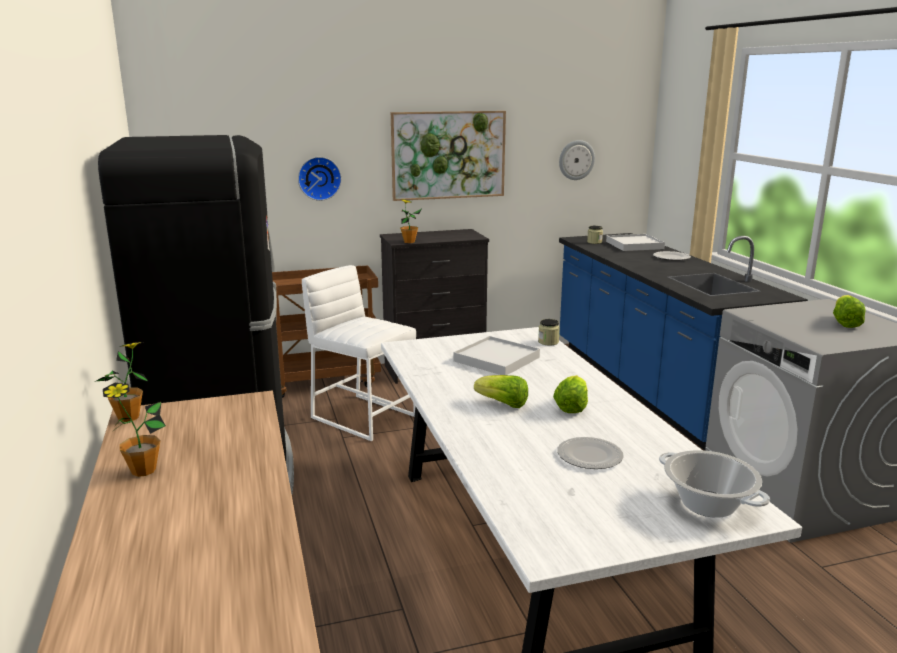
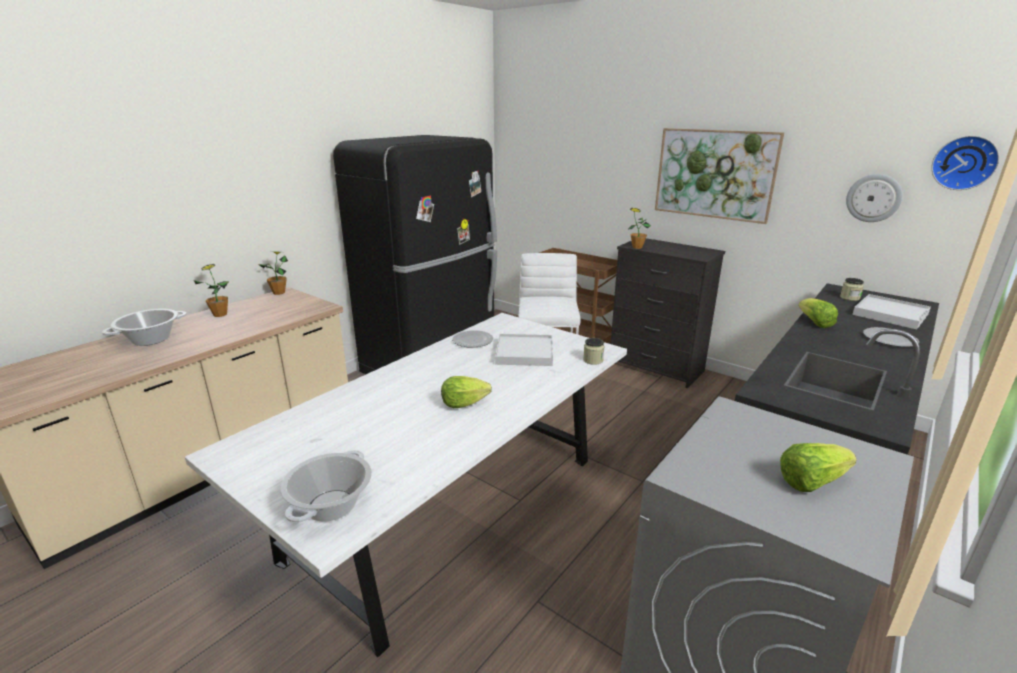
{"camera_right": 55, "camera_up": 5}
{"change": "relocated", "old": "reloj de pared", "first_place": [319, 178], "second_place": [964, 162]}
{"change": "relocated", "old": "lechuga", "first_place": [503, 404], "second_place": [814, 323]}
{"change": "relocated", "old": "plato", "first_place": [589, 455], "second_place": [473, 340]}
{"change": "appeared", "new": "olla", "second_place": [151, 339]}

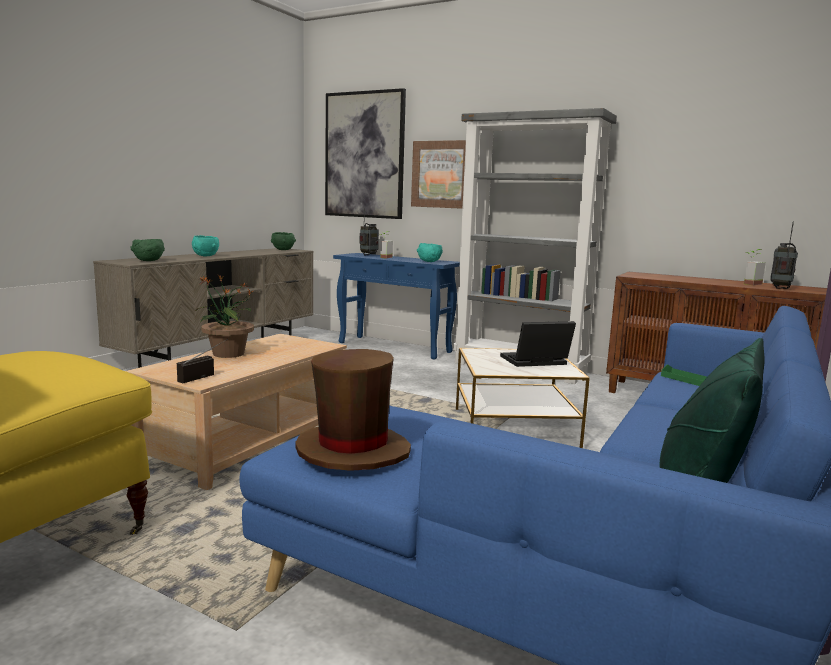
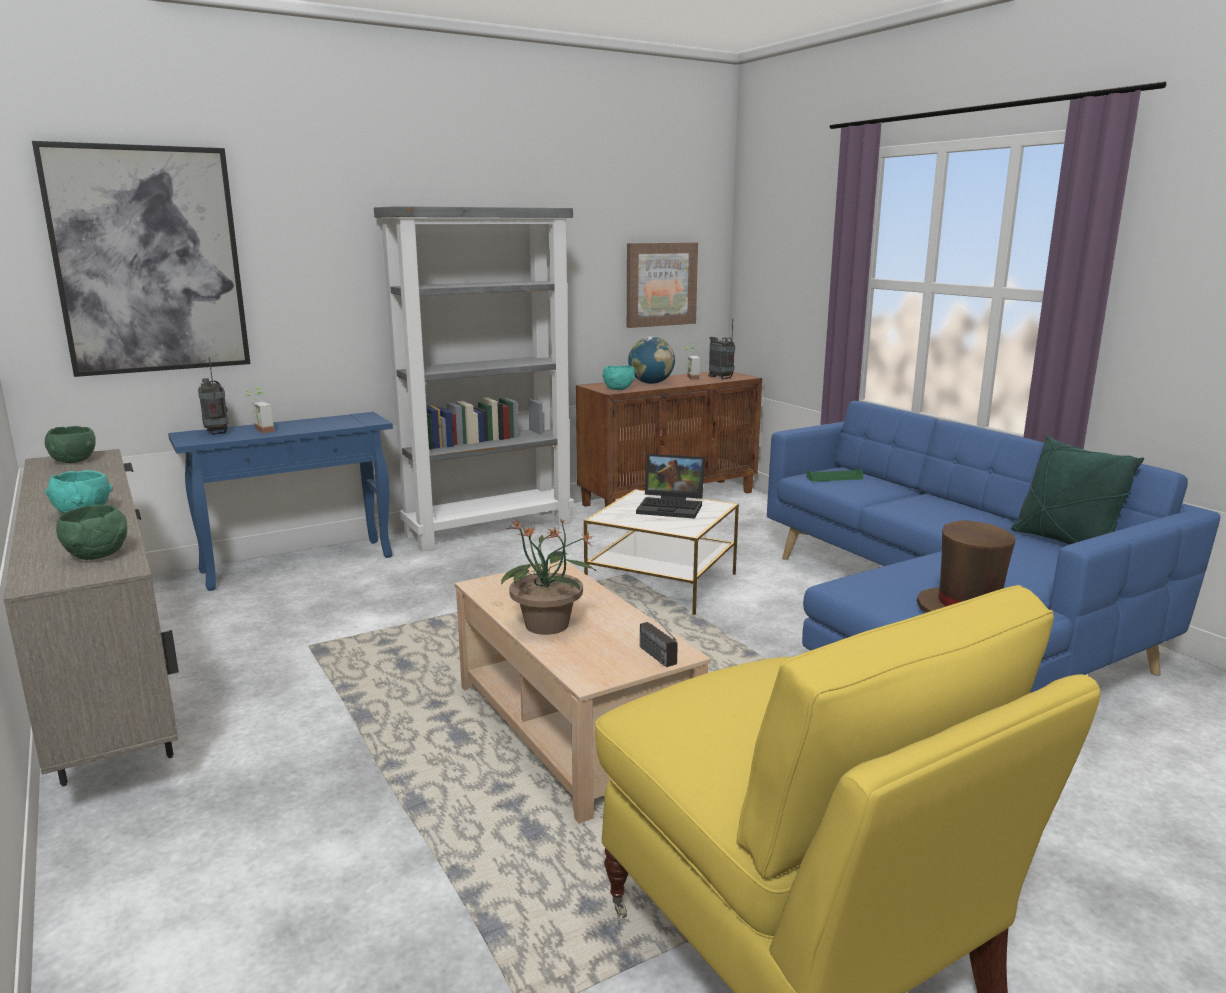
{"camera_right": -60, "camera_up": 5}
{"change": "relocated", "old": "cuadro", "first_place": [442, 174], "second_place": [660, 284]}
{"change": "relocated", "old": "cuenco [turquesa]", "first_place": [429, 262], "second_place": [619, 389]}
{"change": "spun", "old": "portátil", "first_place": [534, 362], "second_place": [672, 507], "degrees": -90}
{"change": "appeared", "new": "globo terráqueo", "second_place": [651, 383]}

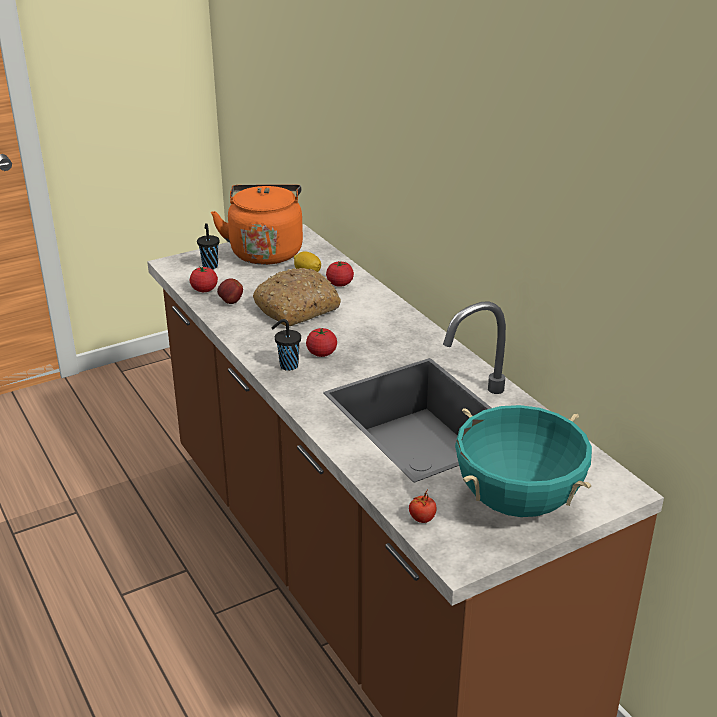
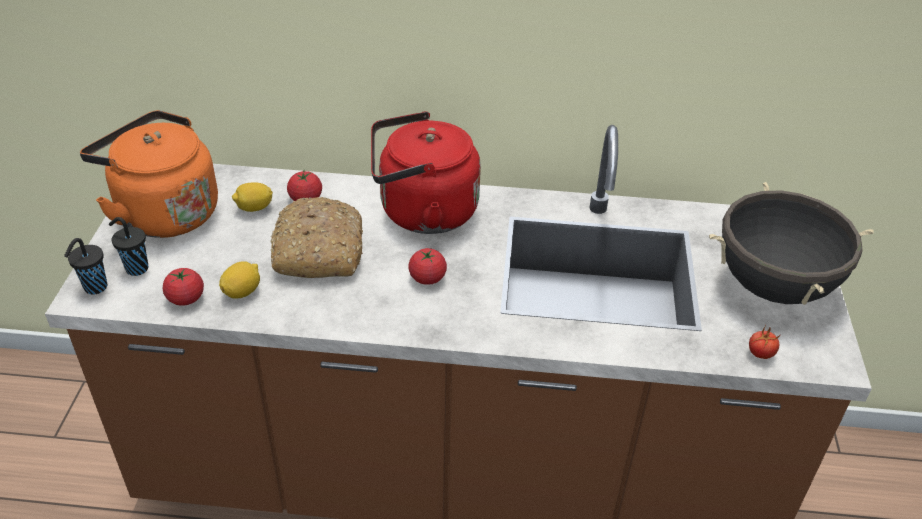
{"camera_right": -55, "camera_up": 10}
{"change": "exchanged", "old": "manzana", "new": "limón", "first_place": [230, 302], "second_place": [242, 291]}
{"change": "relocated", "old": "taza [negro]", "first_place": [287, 366], "second_place": [94, 288]}
{"change": "colour", "old": "olla [turquesa]", "new": "olla [negro]", "first_place": [517, 502], "second_place": [773, 286]}
{"change": "appeared", "new": "hervidor [rojo]", "second_place": [422, 212]}

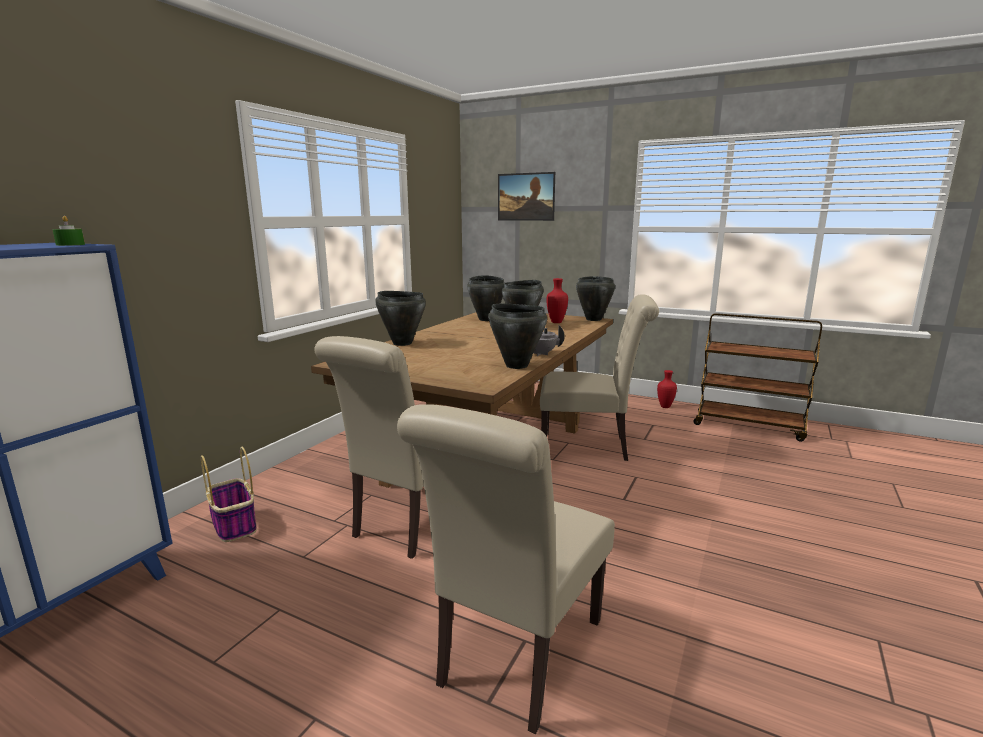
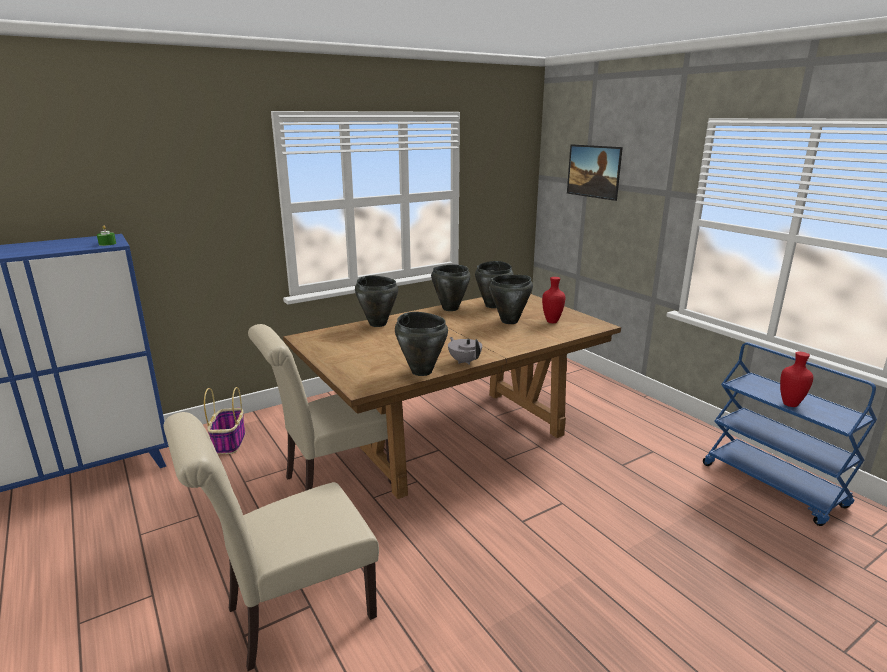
{"camera_right": 30, "camera_up": 5}
{"change": "missing", "old": "silla [beis]", "first_place": [590, 447]}
{"change": "relocated", "old": "olla [negro]", "first_place": [593, 319], "second_place": [450, 308]}
{"change": "relocated", "old": "florero [rojo]", "first_place": [665, 406], "second_place": [790, 404]}
{"change": "colour", "old": "carrito [marrón]", "new": "carrito [azul]", "first_place": [749, 426], "second_place": [773, 485]}

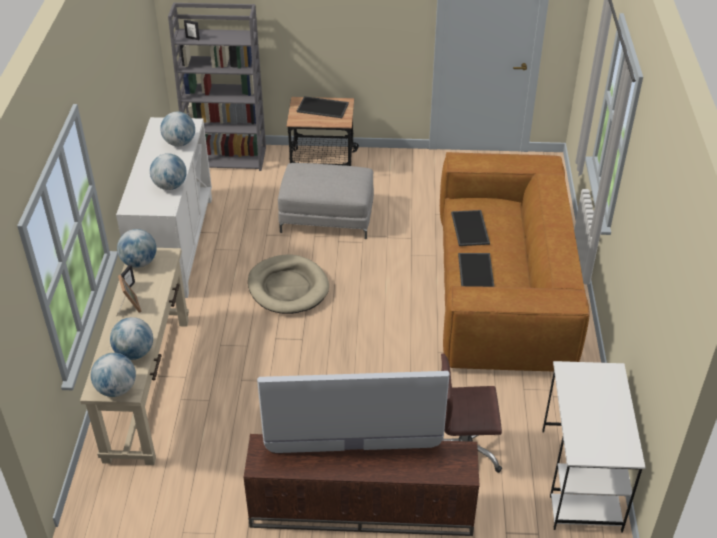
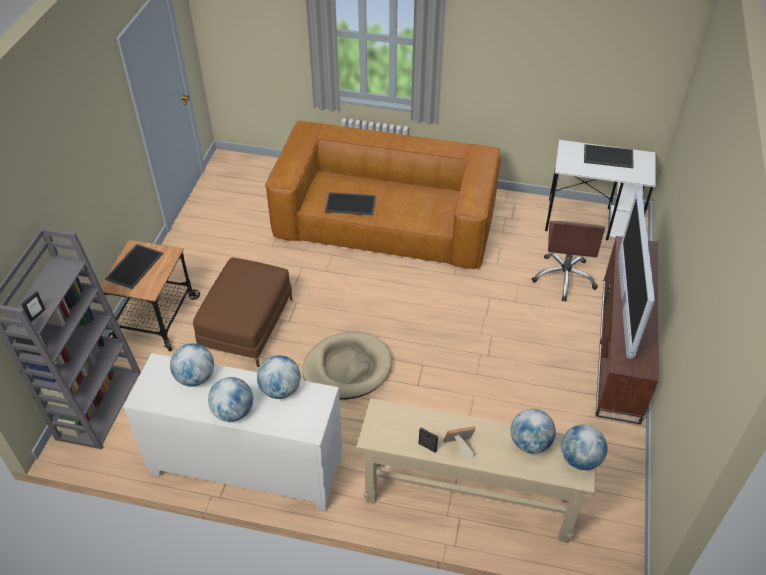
{"camera_right": -80, "camera_up": 5}
{"change": "relocated", "old": "globo terráqueo", "first_place": [139, 262], "second_place": [233, 412]}
{"change": "colour", "old": "puf [gris]", "new": "puf [marrón]", "first_place": [327, 216], "second_place": [246, 325]}
{"change": "relocated", "old": "bandeja", "first_place": [475, 272], "second_place": [607, 157]}

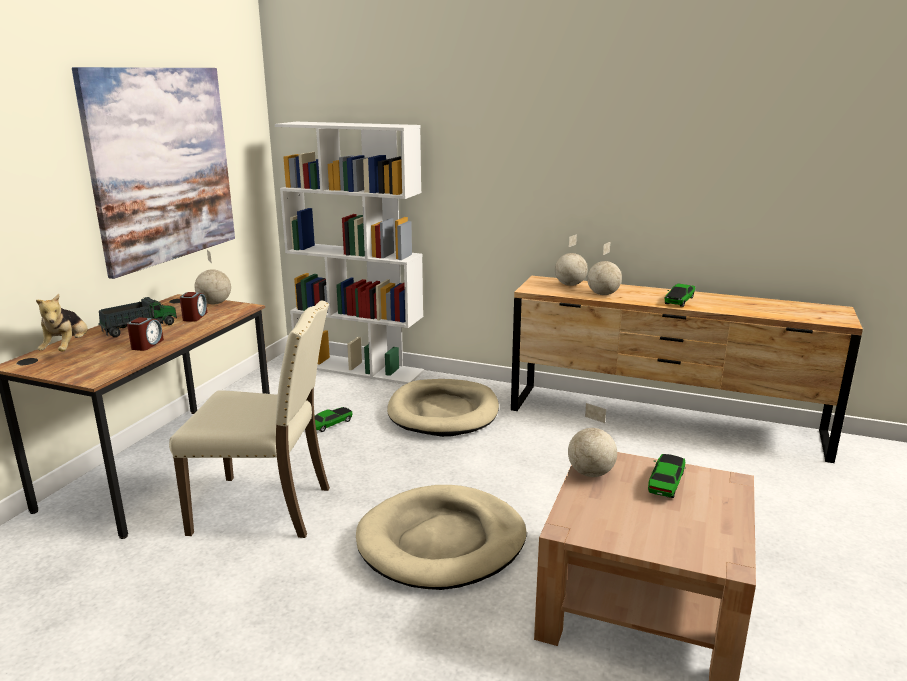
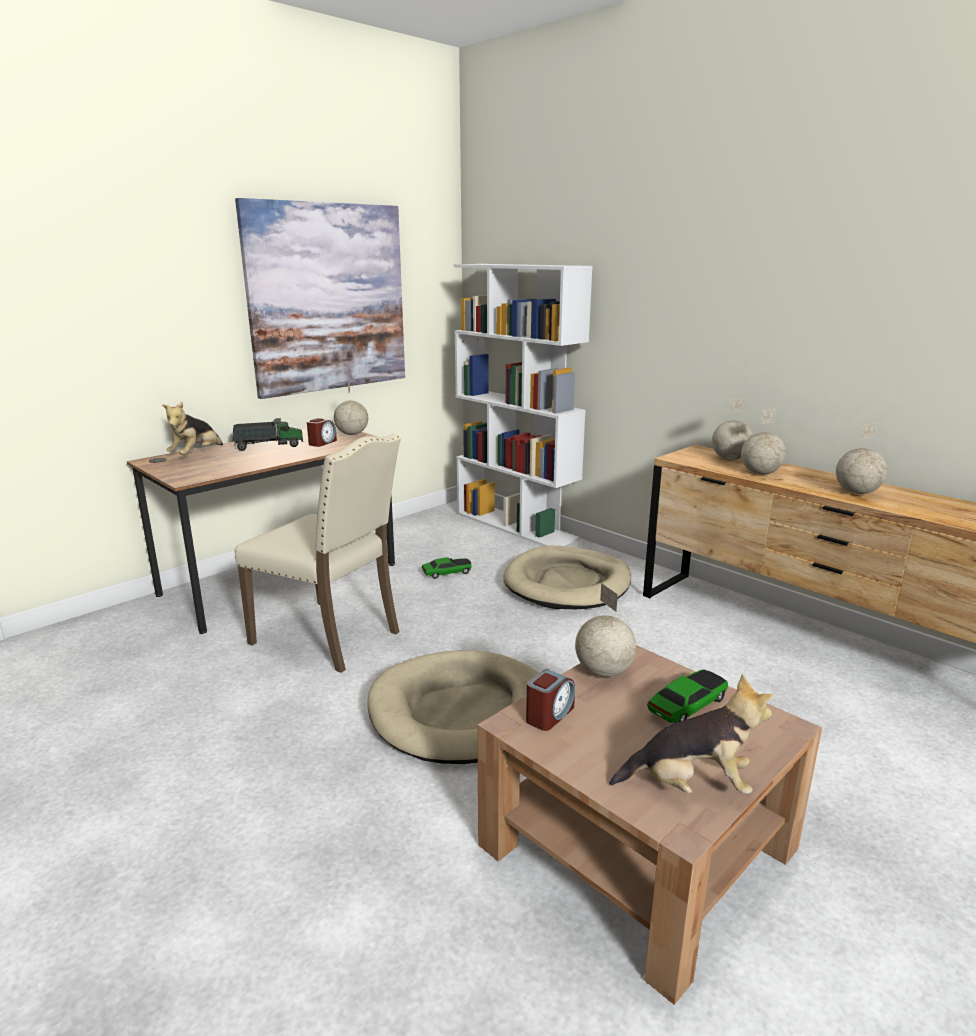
{"camera_right": 25, "camera_up": 0}
{"change": "relocated", "old": "despertador", "first_place": [147, 345], "second_place": [549, 715]}
{"change": "exchanged", "old": "coche de juguete", "new": "globo terráqueo", "first_place": [679, 300], "second_place": [857, 493]}
{"change": "appeared", "new": "peluche", "second_place": [691, 785]}

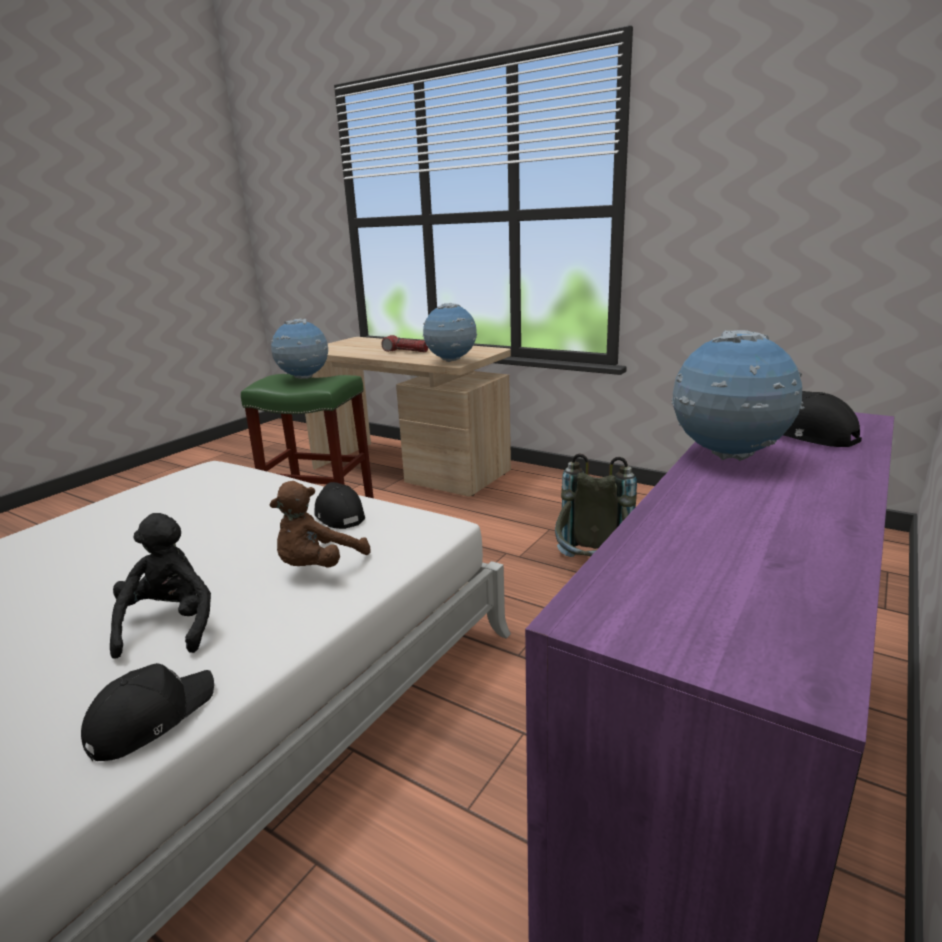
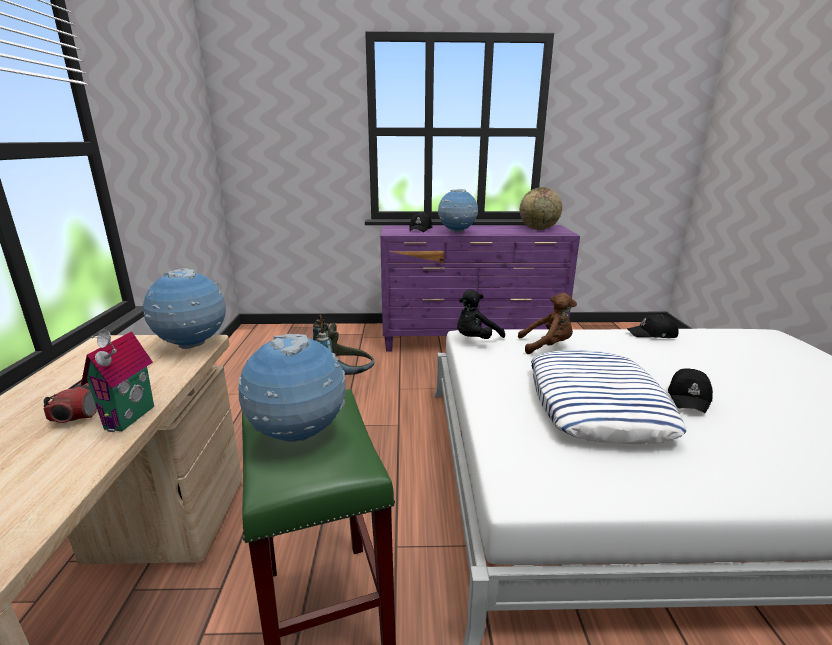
{"camera_right": -125, "camera_up": 0}
{"change": "relocated", "old": "peluche [negro]", "first_place": [170, 625], "second_place": [475, 340]}
{"change": "relocated", "old": "gorra [negro]", "first_place": [338, 515], "second_place": [689, 397]}
{"change": "appeared", "new": "casita", "second_place": [132, 418]}
{"change": "appeared", "new": "globo terráqueo", "second_place": [538, 229]}
{"change": "appeared", "new": "cojín", "second_place": [596, 404]}

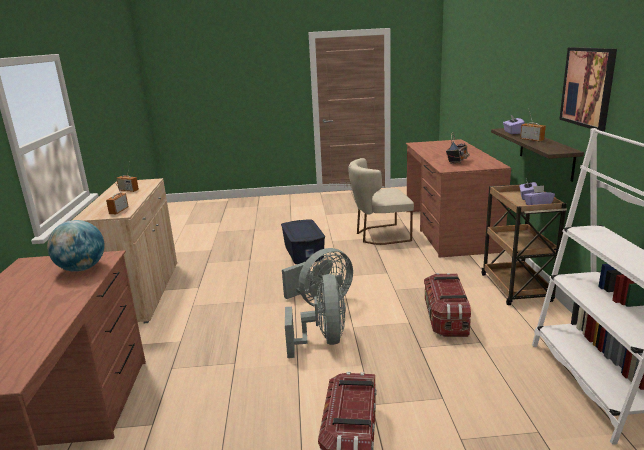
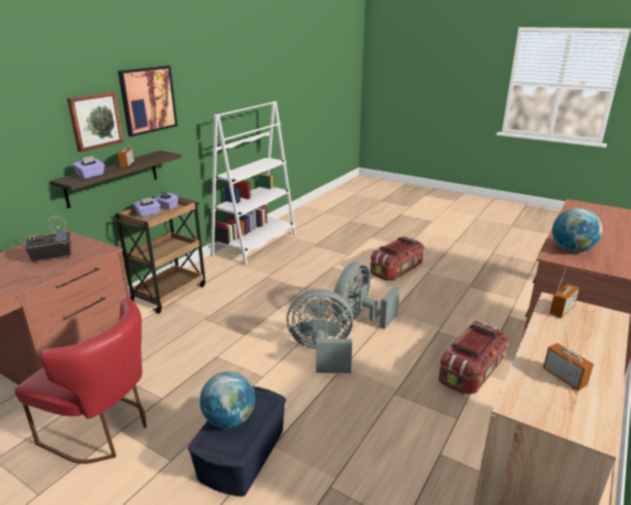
{"camera_right": -145, "camera_up": 5}
{"change": "colour", "old": "silla [beis]", "new": "silla [rojo]", "first_place": [379, 235], "second_place": [104, 430]}
{"change": "relocated", "old": "caja de almacenaje", "first_place": [445, 318], "second_place": [471, 372]}
{"change": "appeared", "new": "cuadro", "second_place": [95, 121]}
{"change": "appeared", "new": "globo terráqueo", "second_place": [229, 419]}

